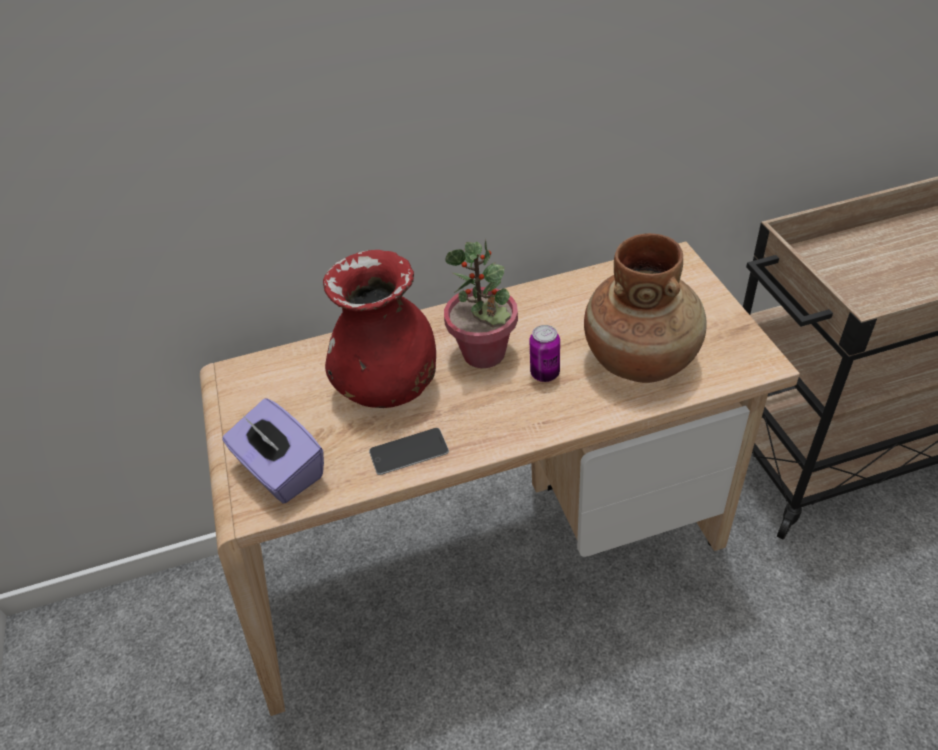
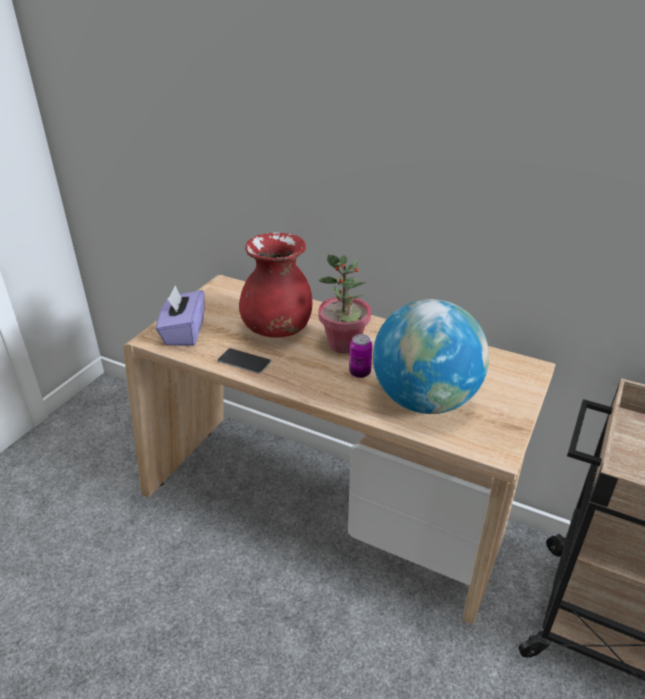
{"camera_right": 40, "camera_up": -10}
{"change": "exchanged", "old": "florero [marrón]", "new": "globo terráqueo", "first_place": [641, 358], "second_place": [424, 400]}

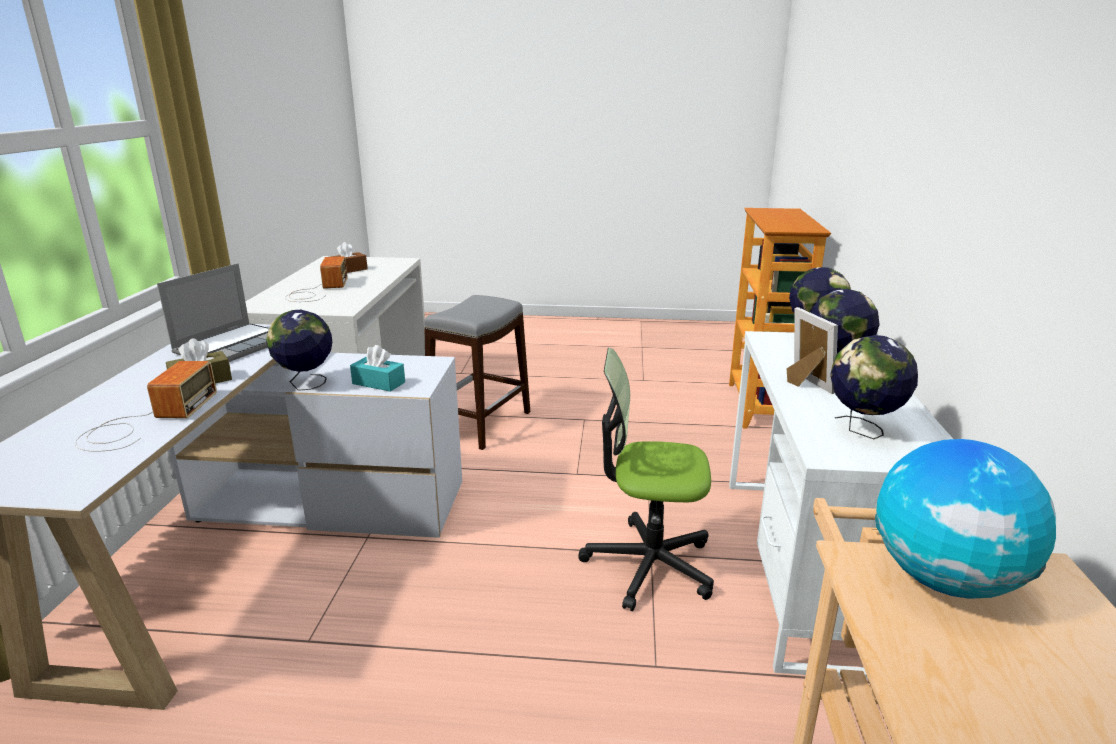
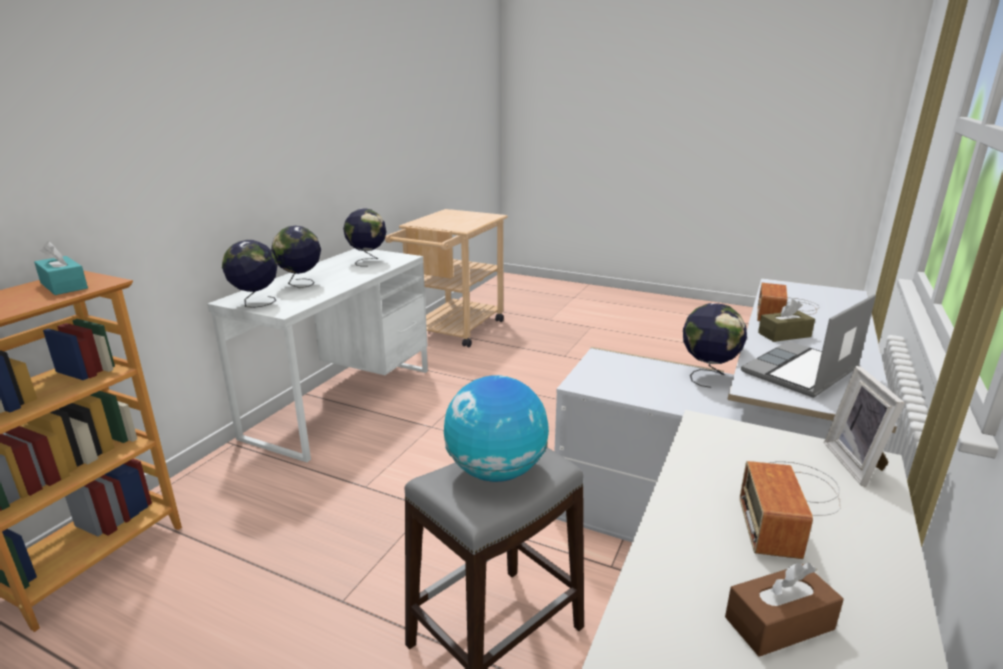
{"camera_right": -160, "camera_up": 0}
{"change": "relocated", "old": "caja de pañuelos [turquesa]", "first_place": [378, 383], "second_place": [64, 286]}
{"change": "missing", "old": "silla de oficina", "first_place": [648, 564]}
{"change": "relocated", "old": "portarretratos", "first_place": [804, 384], "second_place": [858, 464]}
{"change": "relocated", "old": "globo terráqueo", "first_place": [945, 579], "second_place": [495, 471]}

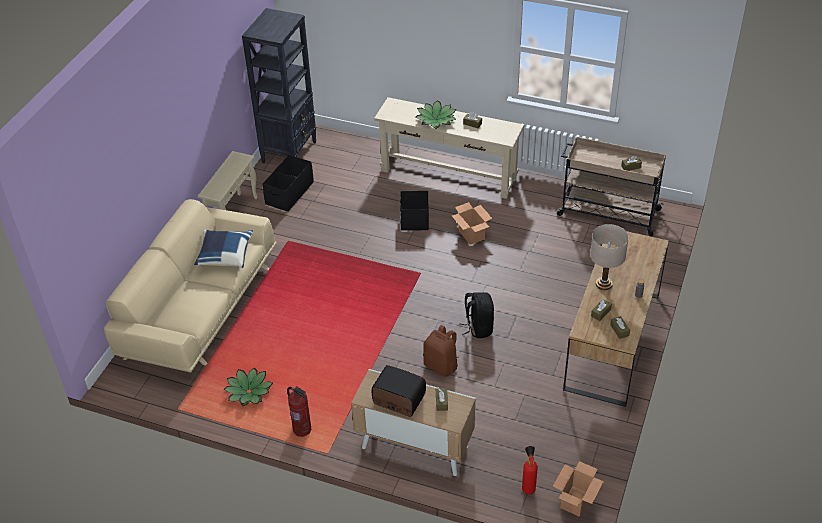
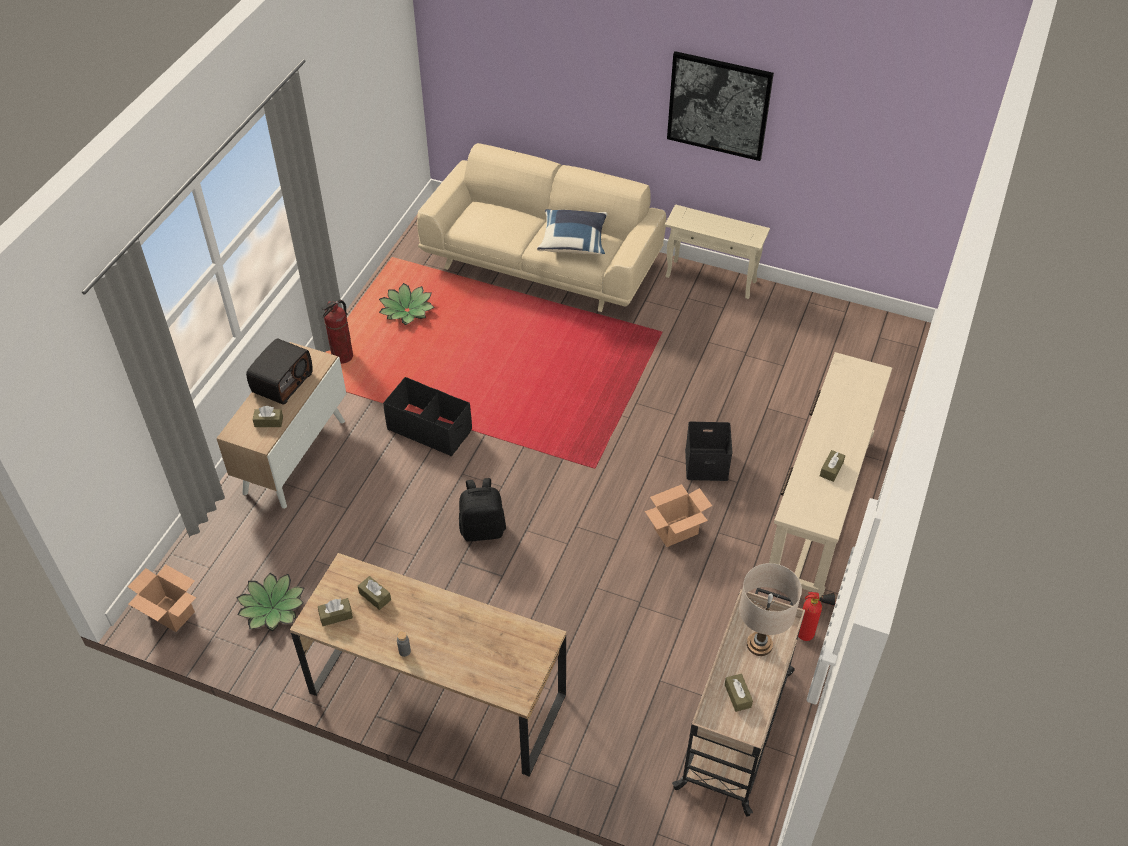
{"camera_right": 90, "camera_up": 5}
{"change": "missing", "old": "estantería [negro]", "first_place": [289, 152]}
{"change": "relocated", "old": "caja de almacenaje [negro]", "first_place": [289, 193], "second_place": [430, 429]}
{"change": "relocated", "old": "planta en maceta", "first_place": [436, 120], "second_place": [272, 608]}
{"change": "missing", "old": "mochila [marrón]", "first_place": [441, 365]}
{"change": "relocated", "old": "extintor", "first_place": [528, 487], "second_place": [809, 635]}
{"change": "relocated", "old": "lámpara de mesa [beis]", "first_place": [603, 284], "second_place": [759, 644]}
{"change": "appeared", "new": "cuadro", "second_place": [719, 105]}

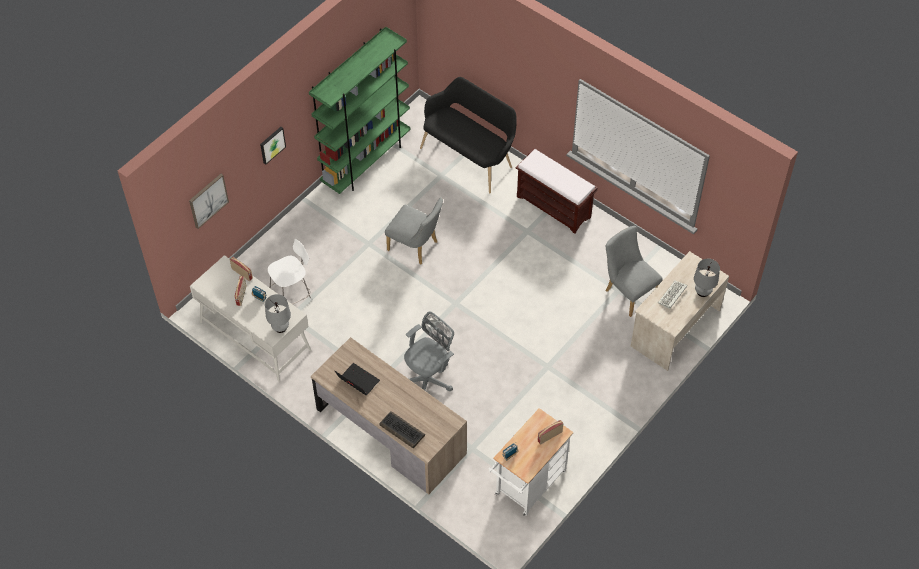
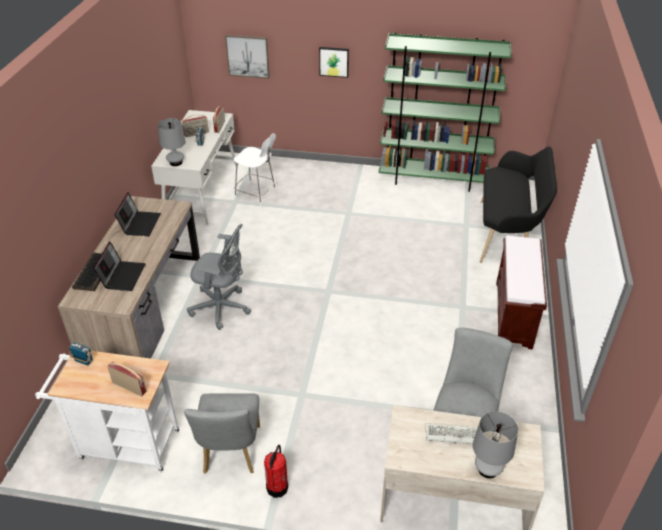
{"camera_right": 60, "camera_up": -15}
{"change": "relocated", "old": "silla [gris]", "first_place": [416, 247], "second_place": [230, 454]}
{"change": "appeared", "new": "portátil", "second_place": [122, 276]}
{"change": "appeared", "new": "extintor", "second_place": [277, 487]}

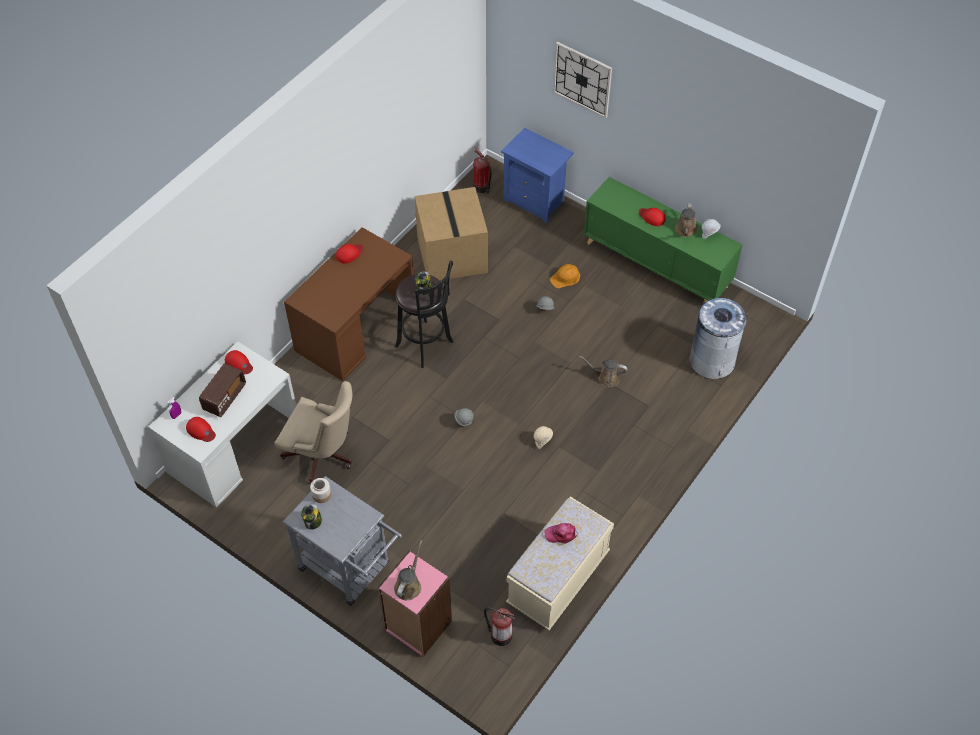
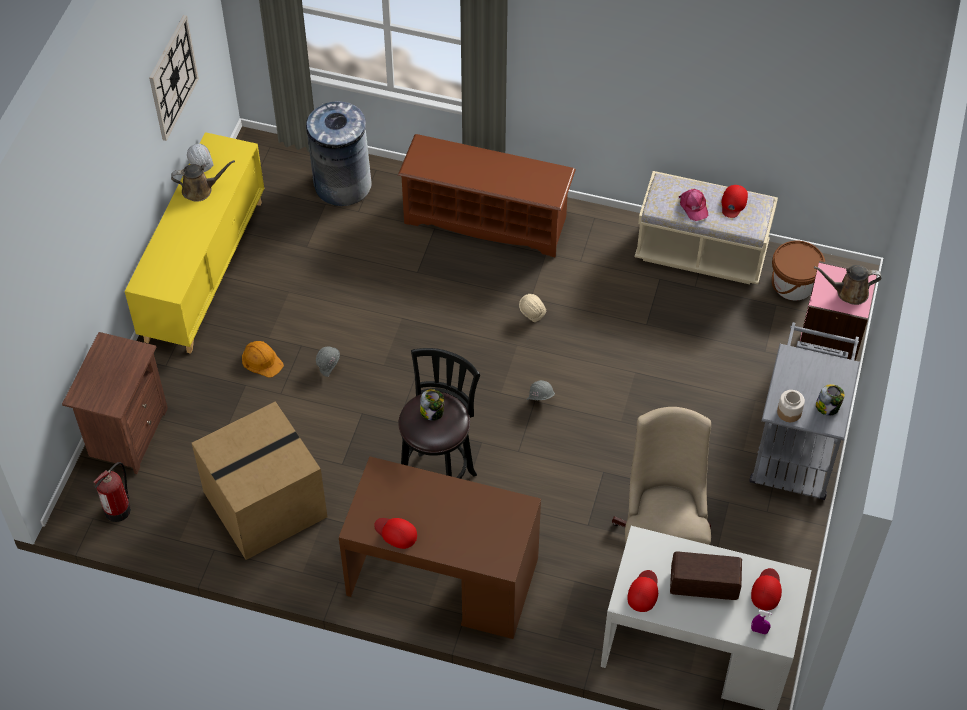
{"camera_right": -110, "camera_up": 0}
{"change": "exchanged", "old": "extintor", "new": "cubo [marrón]", "first_place": [500, 635], "second_place": [793, 285]}
{"change": "colour", "old": "mesita de noche [azul]", "new": "mesita de noche [marrón]", "first_place": [536, 201], "second_place": [127, 433]}
{"change": "relocated", "old": "reloj de pared", "first_place": [582, 79], "second_place": [172, 77]}
{"change": "missing", "old": "regadera [marrón]", "first_place": [606, 377]}
{"change": "colour", "old": "armario [verde]", "new": "armario [amarillo]", "first_place": [657, 264], "second_place": [204, 270]}
{"change": "relocated", "old": "gorra [rojo]", "first_place": [652, 217], "second_place": [733, 203]}
{"change": "appeared", "new": "zapatero [marrón]", "second_place": [487, 220]}

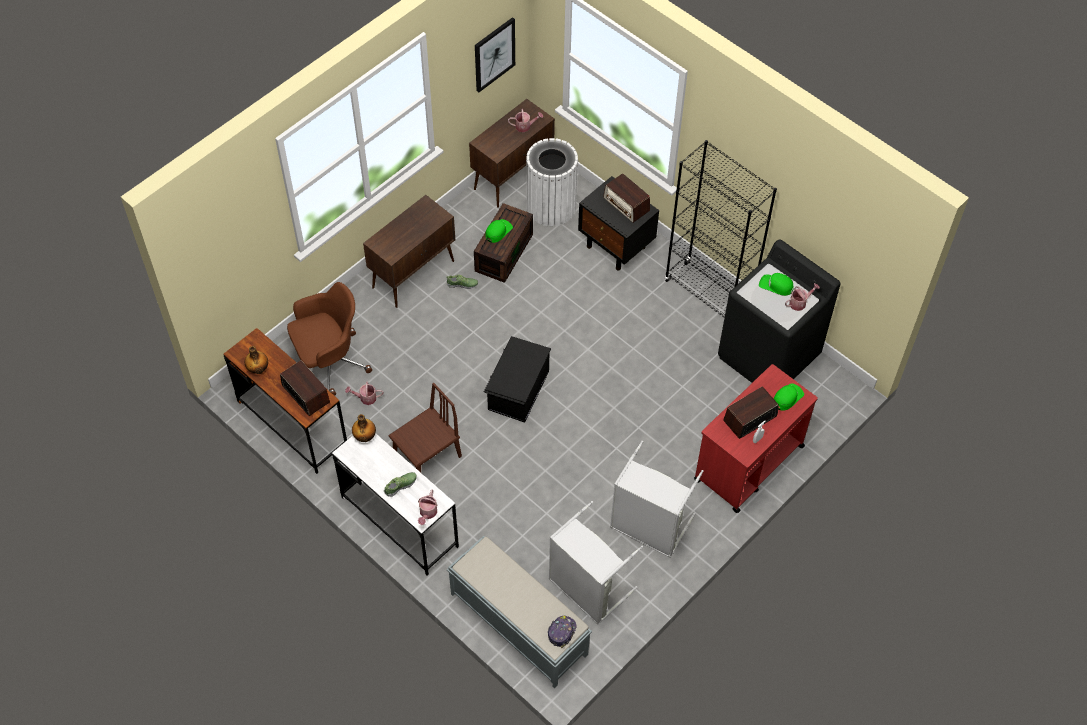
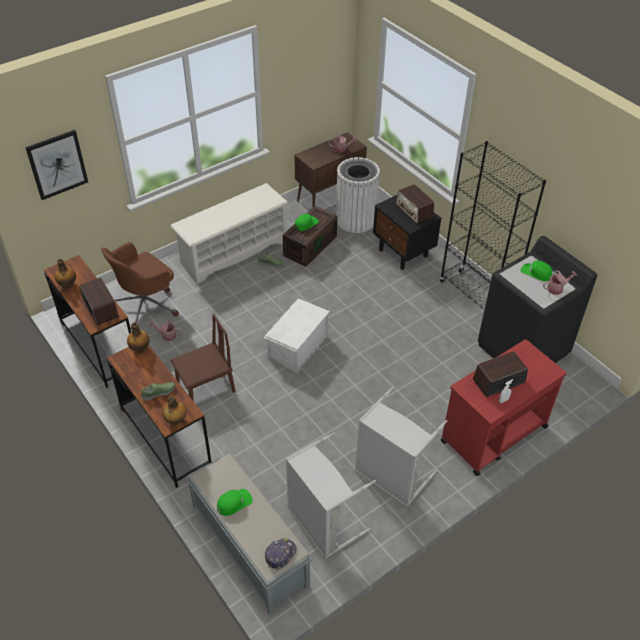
{"camera_right": 10, "camera_up": -10}
{"change": "spun", "old": "silla de oficina [marrón]", "first_place": [329, 362], "second_place": [146, 305], "degrees": 150}
{"change": "colour", "old": "escritorio [blanco]", "new": "escritorio [marrón]", "first_place": [399, 522], "second_place": [165, 438]}
{"change": "exchanged", "old": "armario [marrón]", "new": "zapatero [blanco]", "first_place": [414, 274], "second_place": [233, 251]}
{"change": "exchanged", "old": "regadera", "new": "botella", "first_place": [427, 513], "second_place": [175, 420]}
{"change": "relocated", "old": "cuadro", "first_place": [494, 54], "second_place": [57, 164]}
{"change": "colour", "old": "caja de almacenaje [negro]", "new": "caja de almacenaje [blanco]", "first_place": [517, 390], "second_place": [297, 346]}
{"change": "relocated", "old": "gorra [verde]", "first_place": [787, 397], "second_place": [234, 503]}

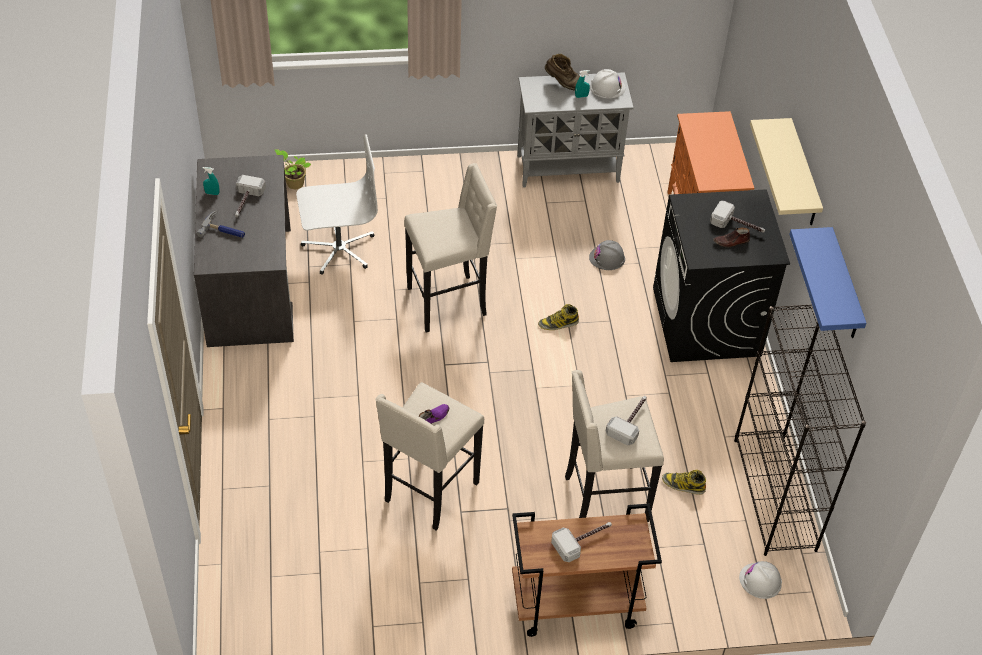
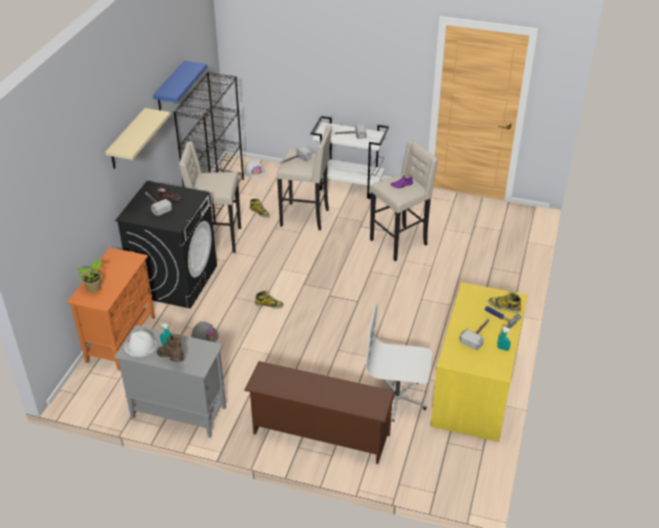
{"camera_right": -155, "camera_up": -10}
{"change": "colour", "old": "escritorio [gris]", "new": "escritorio [amarillo]", "first_place": [249, 285], "second_place": [475, 389]}
{"change": "relocated", "old": "planta en maceta", "first_place": [294, 183], "second_place": [95, 288]}
{"change": "relocated", "old": "taburete [beis]", "first_place": [449, 302], "second_place": [216, 239]}
{"change": "colour", "old": "carrito [marrón]", "new": "carrito [blanco]", "first_place": [575, 605], "second_place": [349, 185]}
{"change": "appeared", "new": "zapatero [marrón]", "second_place": [319, 435]}
{"change": "appeared", "new": "bota", "second_place": [504, 306]}

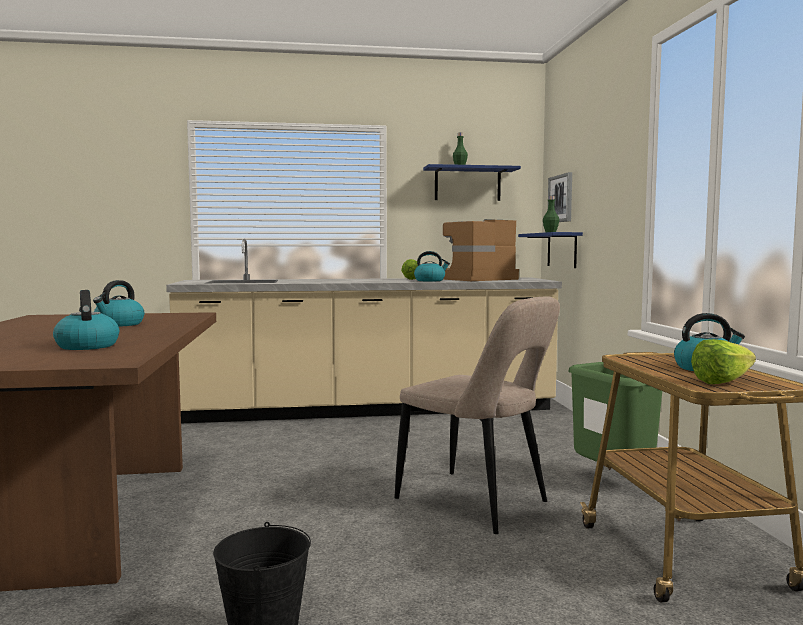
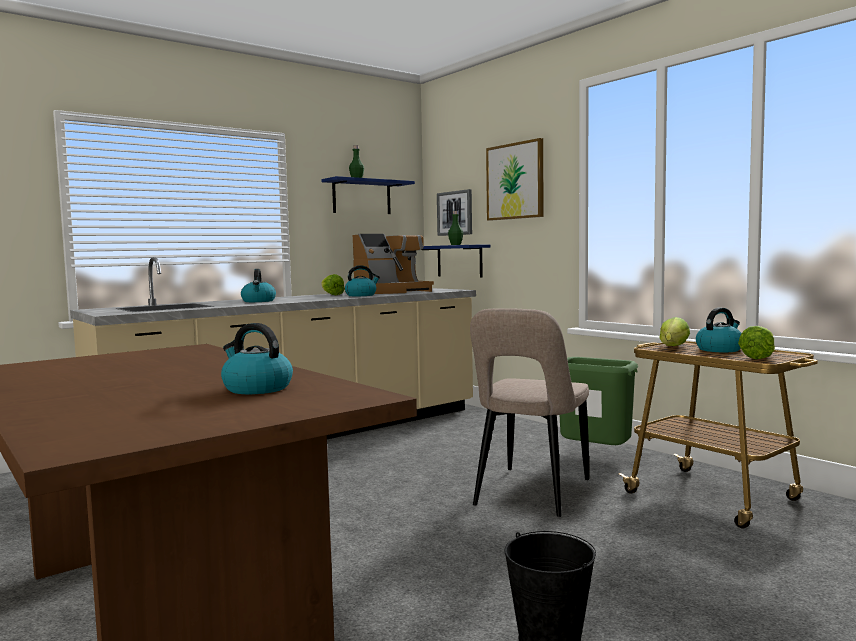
{"camera_right": -30, "camera_up": 0}
{"change": "relocated", "old": "hervidor", "first_place": [119, 324], "second_place": [258, 301]}
{"change": "spun", "old": "silla [beis]", "first_place": [477, 503], "second_place": [530, 494], "degrees": 105}
{"change": "spun", "old": "cafetera", "first_place": [475, 279], "second_place": [391, 291], "degrees": -150}
{"change": "appeared", "new": "cuadro", "second_place": [515, 181]}
{"change": "appeared", "new": "lechuga", "second_place": [671, 348]}

